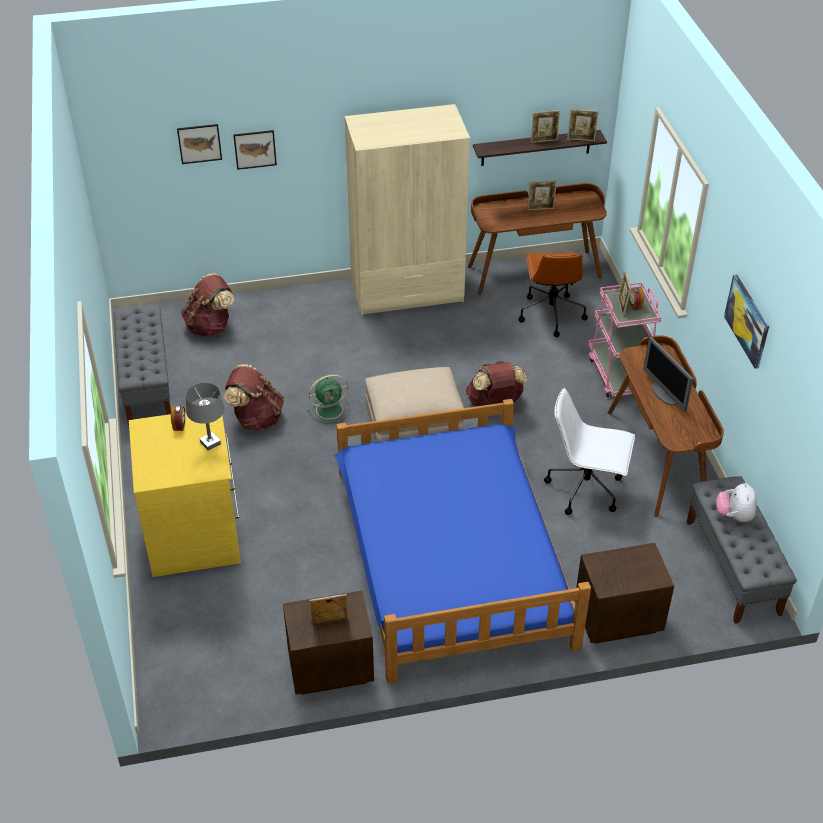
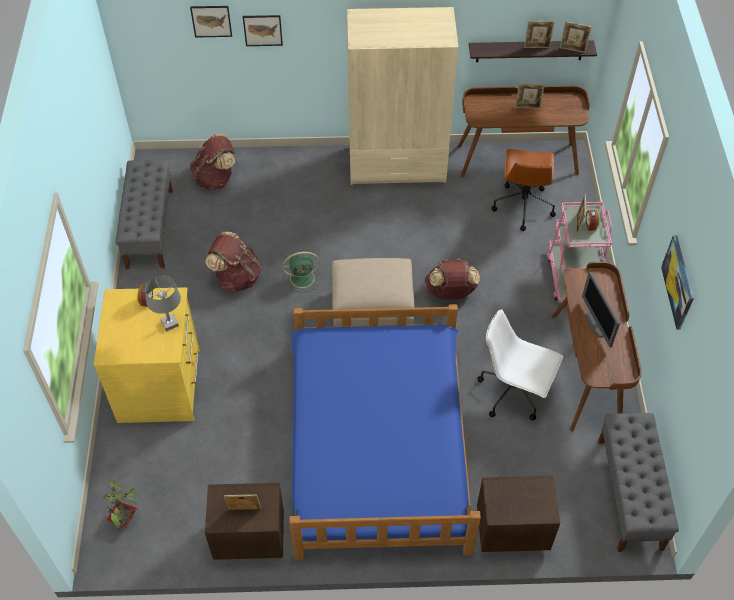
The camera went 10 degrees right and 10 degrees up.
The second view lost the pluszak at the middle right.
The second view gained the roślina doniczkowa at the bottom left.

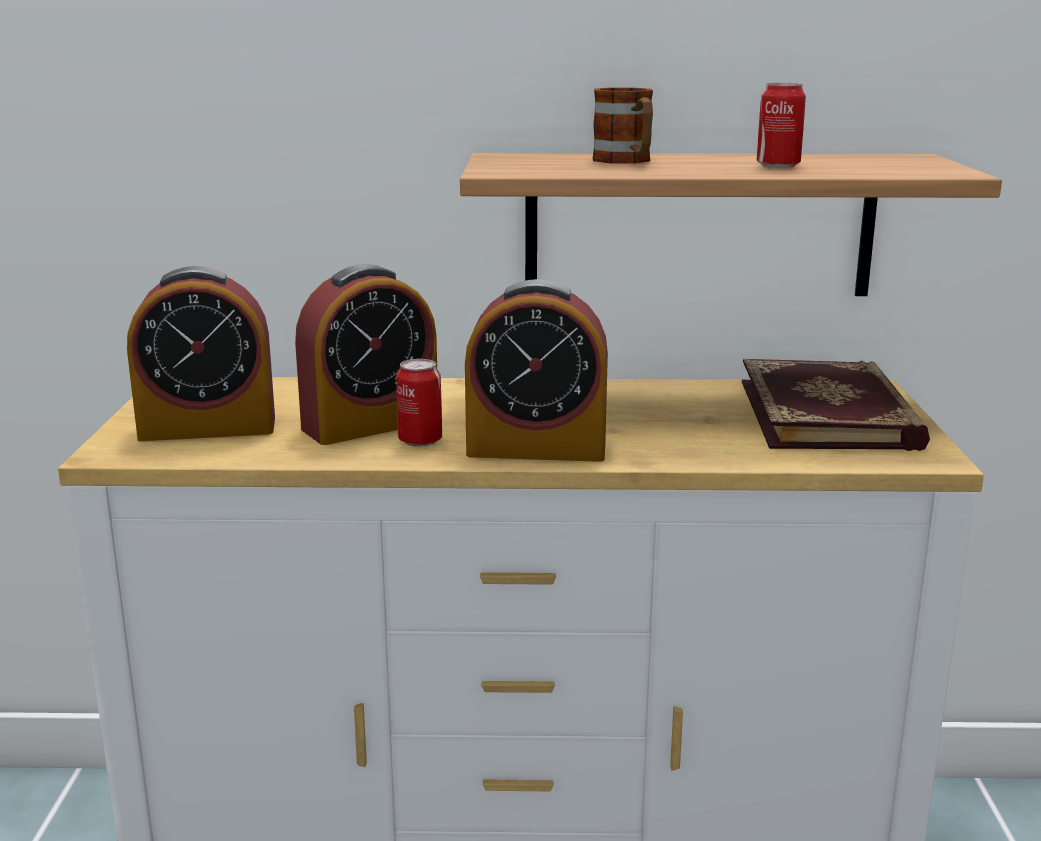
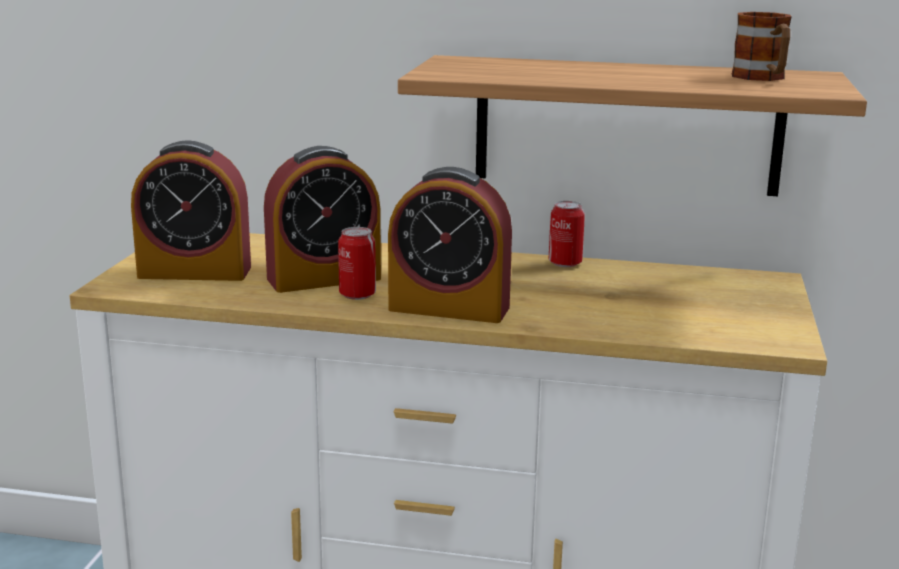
The camera went 10 degrees right and 0 degrees up.
The puszka (no. 2 from left) ended up elsewhere, having gone from the top right to the centre.
The kubek ended up elsewhere, having gone from the top centre to the top right.
The second view lost the książka at the middle right.

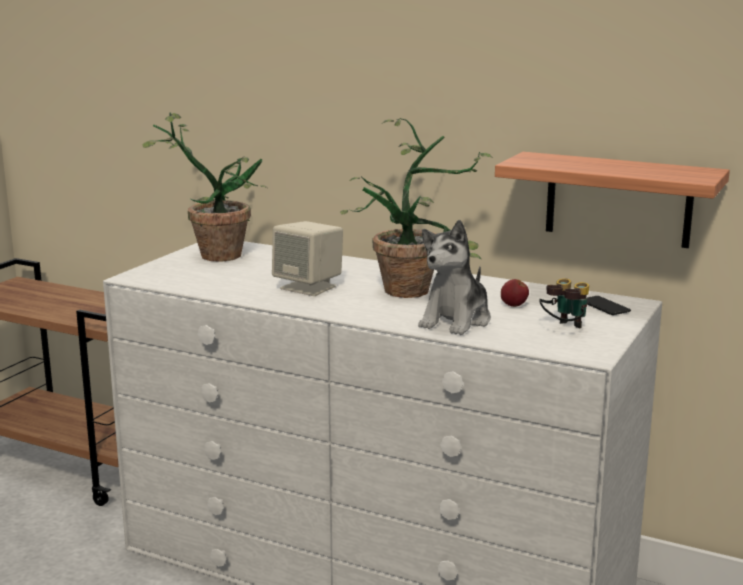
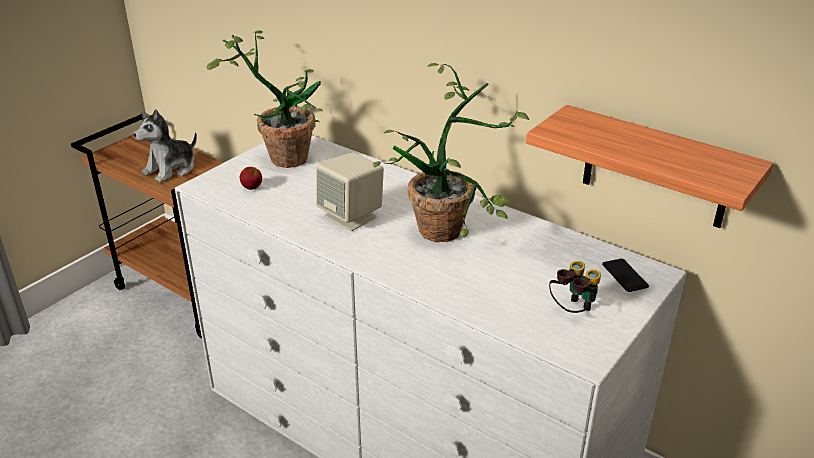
The camera went 10 degrees right and 15 degrees up.
The pluszak ended up elsewhere, having gone from the centre to the top left.
The jabłko ended up elsewhere, having gone from the middle right to the middle left.

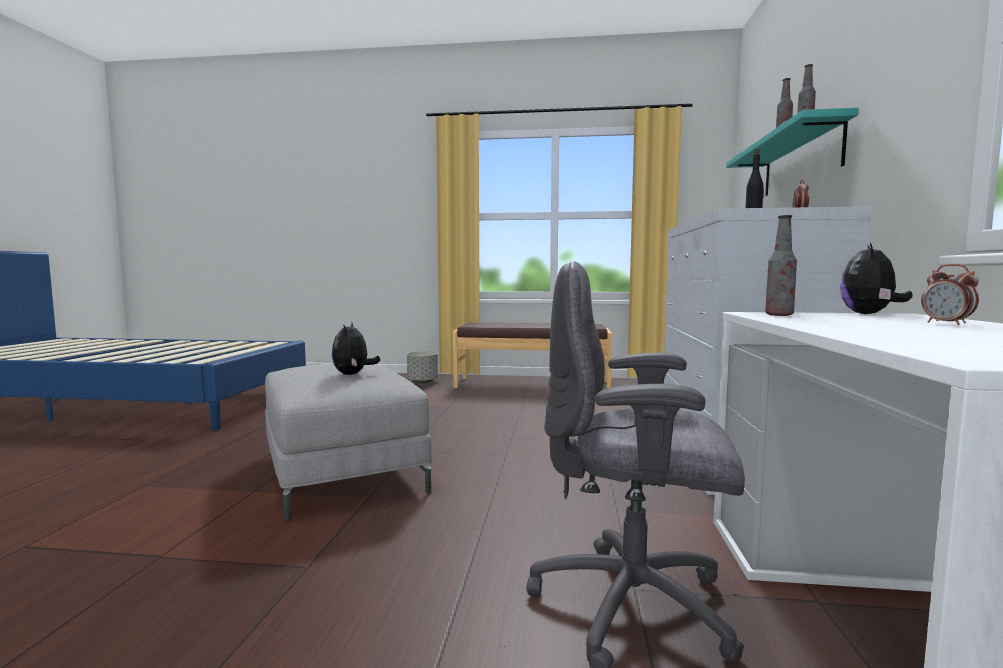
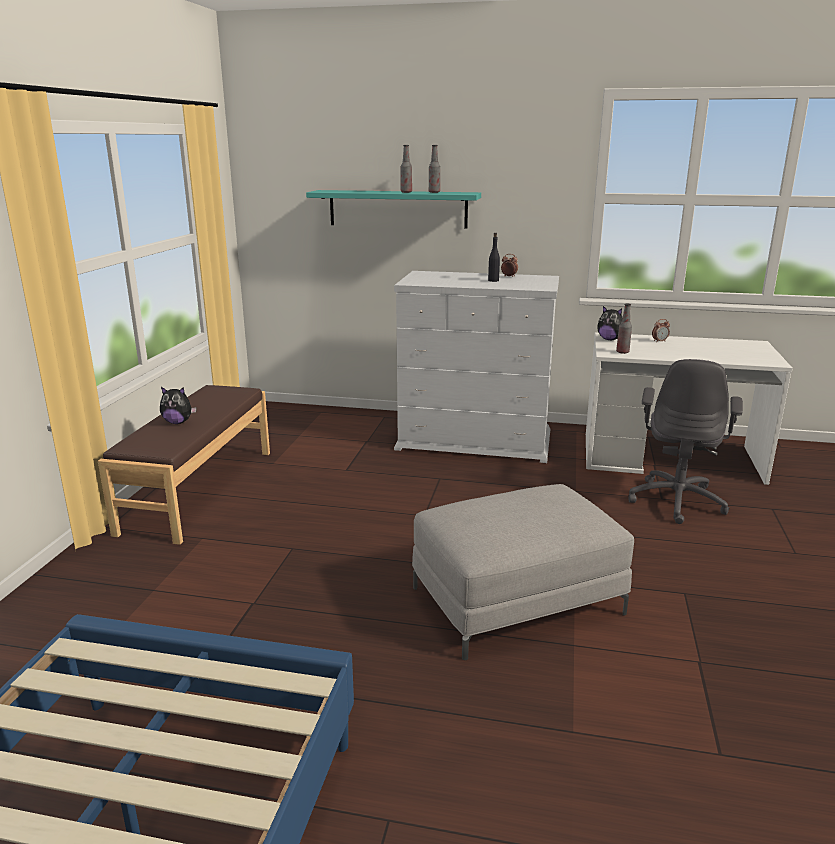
The camera went 85 degrees left and 15 degrees up.
The pluszak (no. 1 from left) ended up elsewhere, having gone from the centre to the middle left.
The second view lost the donica (szary) at the centre.

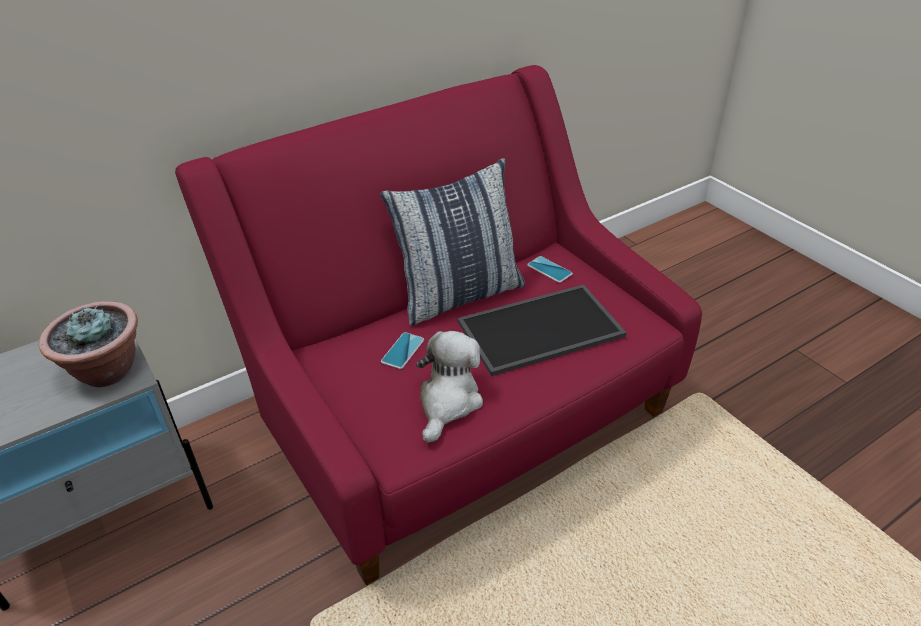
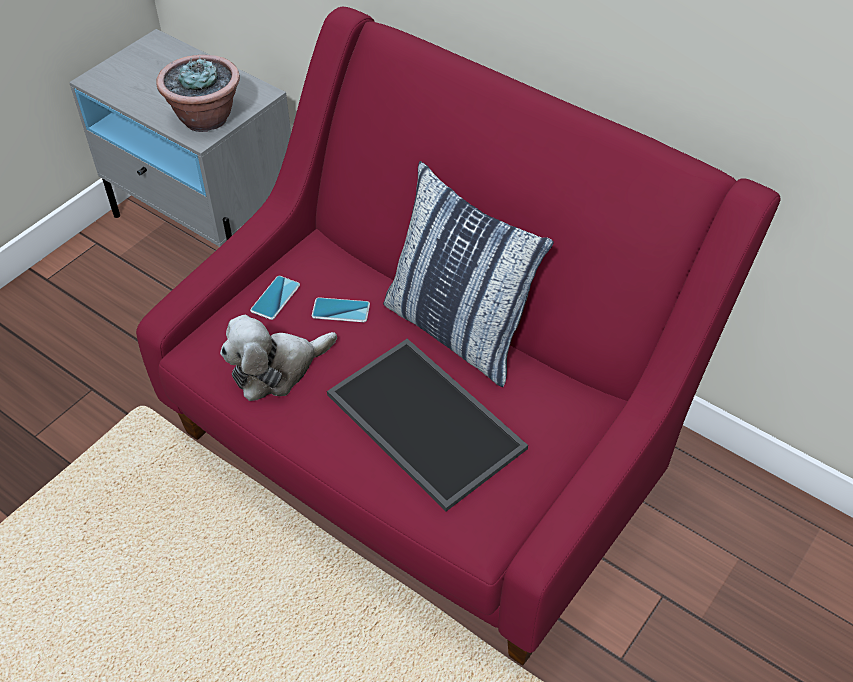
The camera went 70 degrees right and 10 degrees up.
The telefon (no. 2 from left in the first image) ended up elsewhere, having gone from the centre to the middle left.
The pluszak at the centre ended up facing another way, 150 degrees clockwise from before.

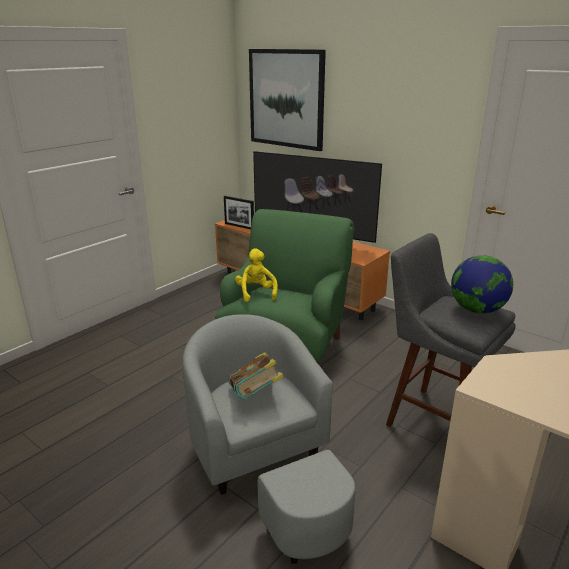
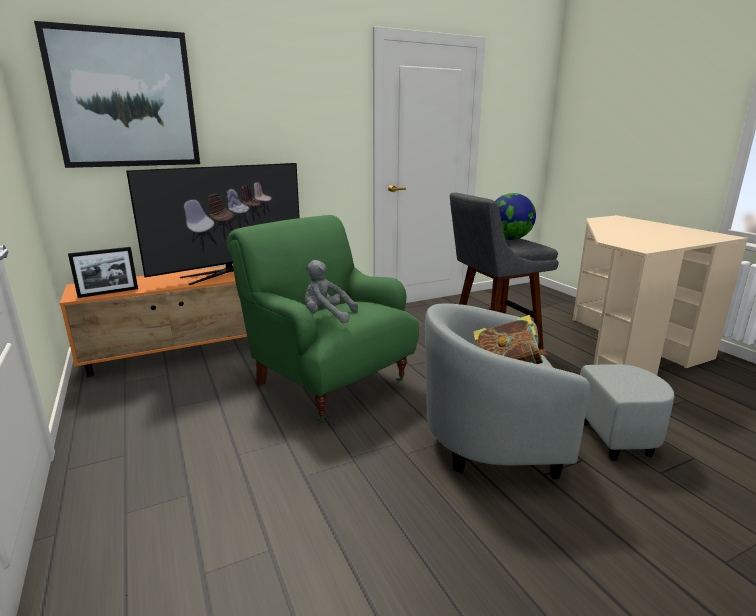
The camera went 65 degrees left and 5 degrees down.
What was the pluszak (żółty) at the centre turned into the pluszak (szary) at the centre.

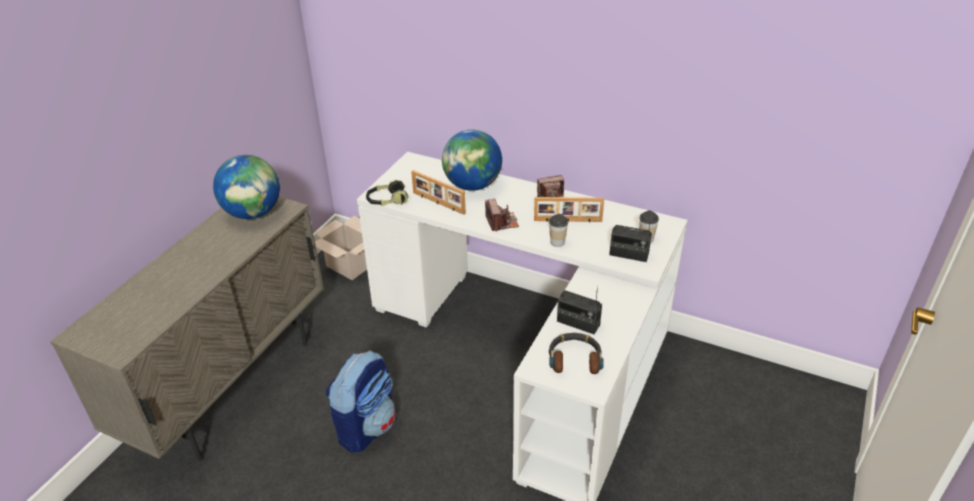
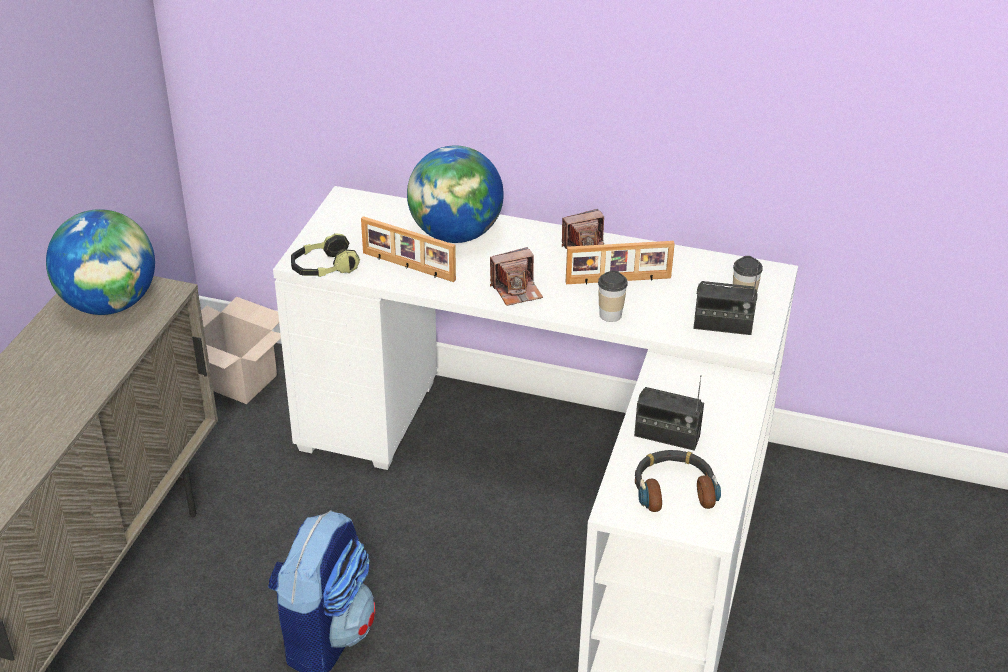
The camera went 10 degrees left and 0 degrees up.
The aparat fotograficzny (no. 1 from left) at the centre ended up facing another way, 90 degrees clockwise from before.

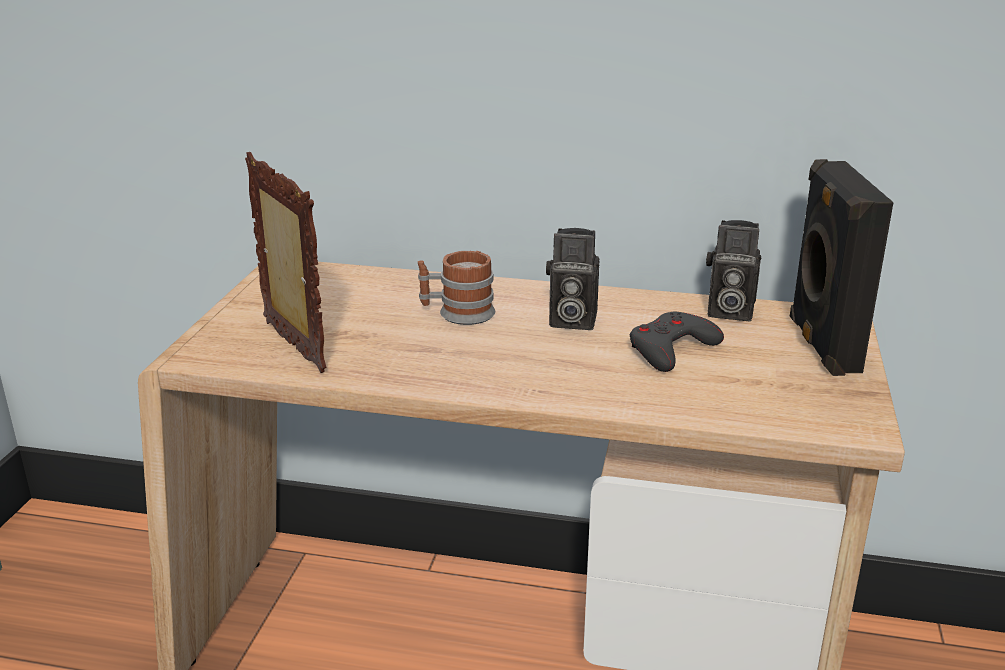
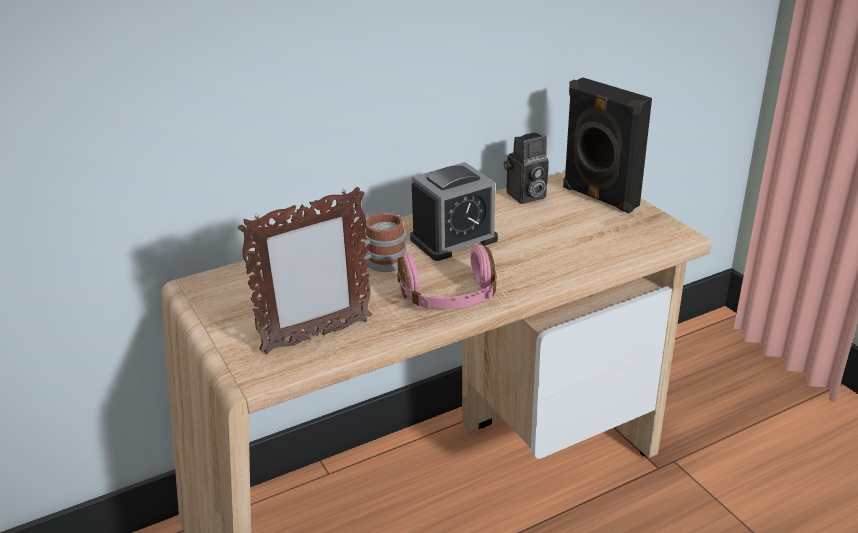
The camera went 40 degrees left and 5 degrees up.
The ramka na zdjęcie at the middle left ended up facing another way, 135 degrees clockwise from before.
Where the aparat fotograficzny (no. 1 from left) stood at the centre, the budzik came to stand at the centre.
The second view lost the pad do gier (szary) at the middle right.
The second view gained the słuchawki (różowy) at the centre.

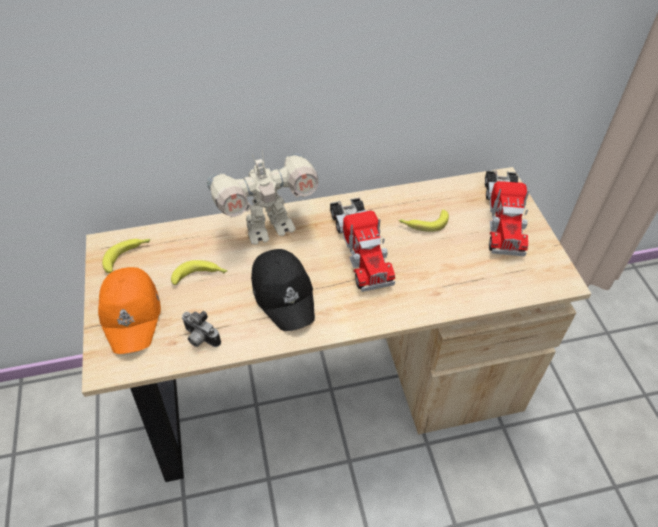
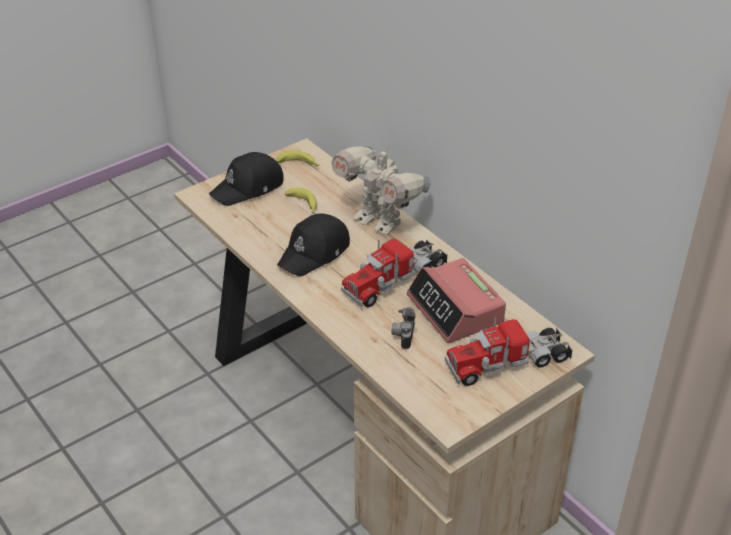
The camera went 65 degrees right and 10 degrees down.
Where the banan (no. 3 from left) stood at the centre, the budzik came to stand at the centre.
What was the czapka z daszkiem (pomarańczowy) at the middle left turned into the czapka z daszkiem (czarny) (no. 1 from left) at the centre.
The aparat fotograficzny ended up elsewhere, having gone from the middle left to the centre.

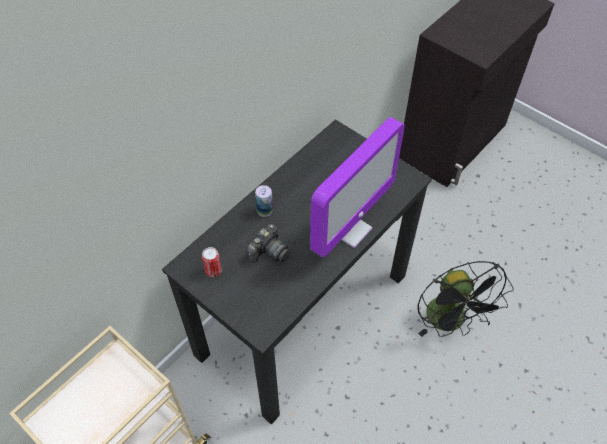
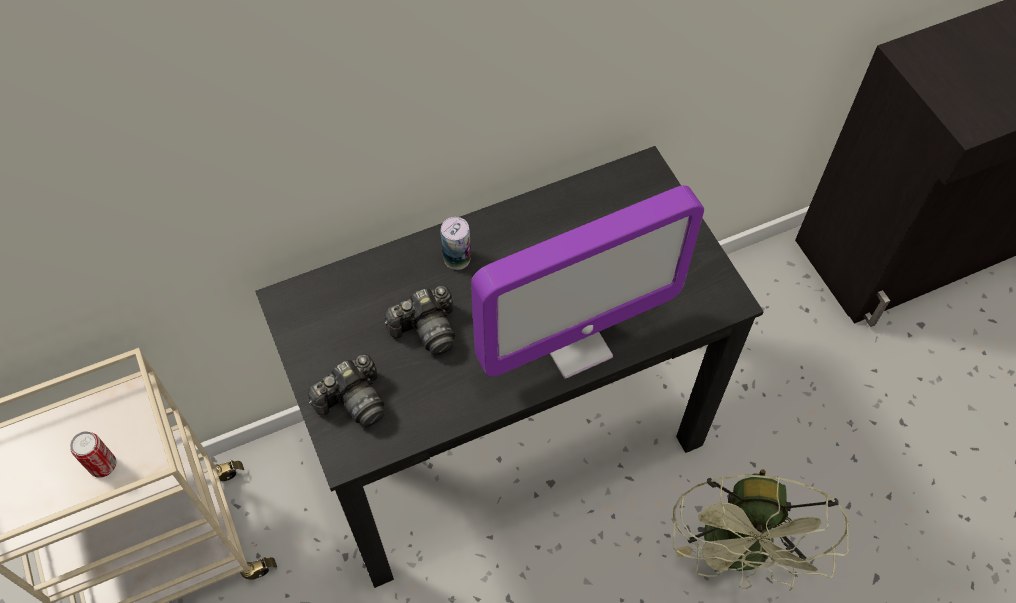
The camera went 25 degrees right and 5 degrees up.
The puszka (no. 1 from left) ended up elsewhere, having gone from the centre to the bottom left.
What was the wentylator (czarny) at the bottom right turned into the wentylator (zielony) at the bottom right.
The second view gained the aparat fotograficzny (no. 1 from left) at the centre.

